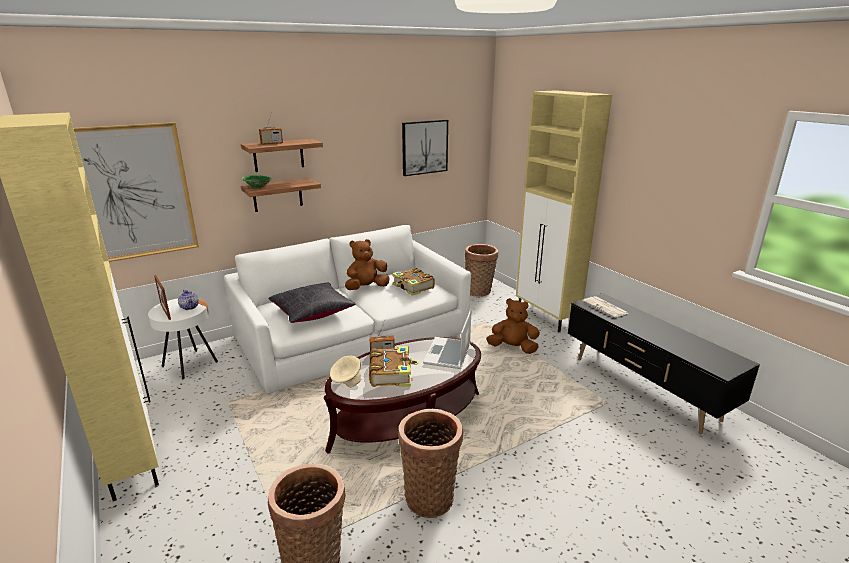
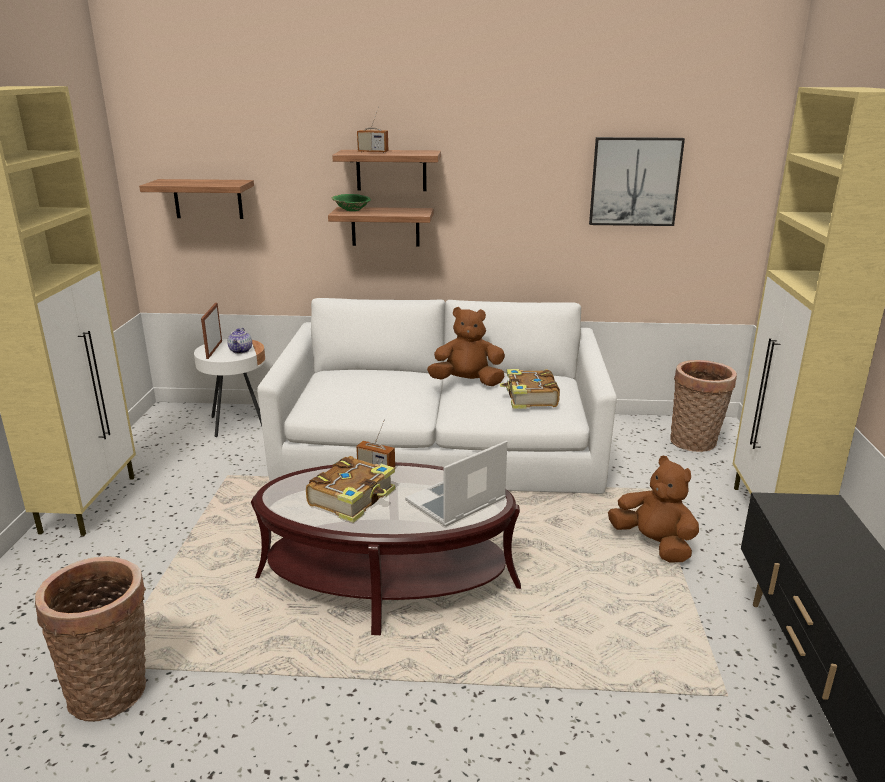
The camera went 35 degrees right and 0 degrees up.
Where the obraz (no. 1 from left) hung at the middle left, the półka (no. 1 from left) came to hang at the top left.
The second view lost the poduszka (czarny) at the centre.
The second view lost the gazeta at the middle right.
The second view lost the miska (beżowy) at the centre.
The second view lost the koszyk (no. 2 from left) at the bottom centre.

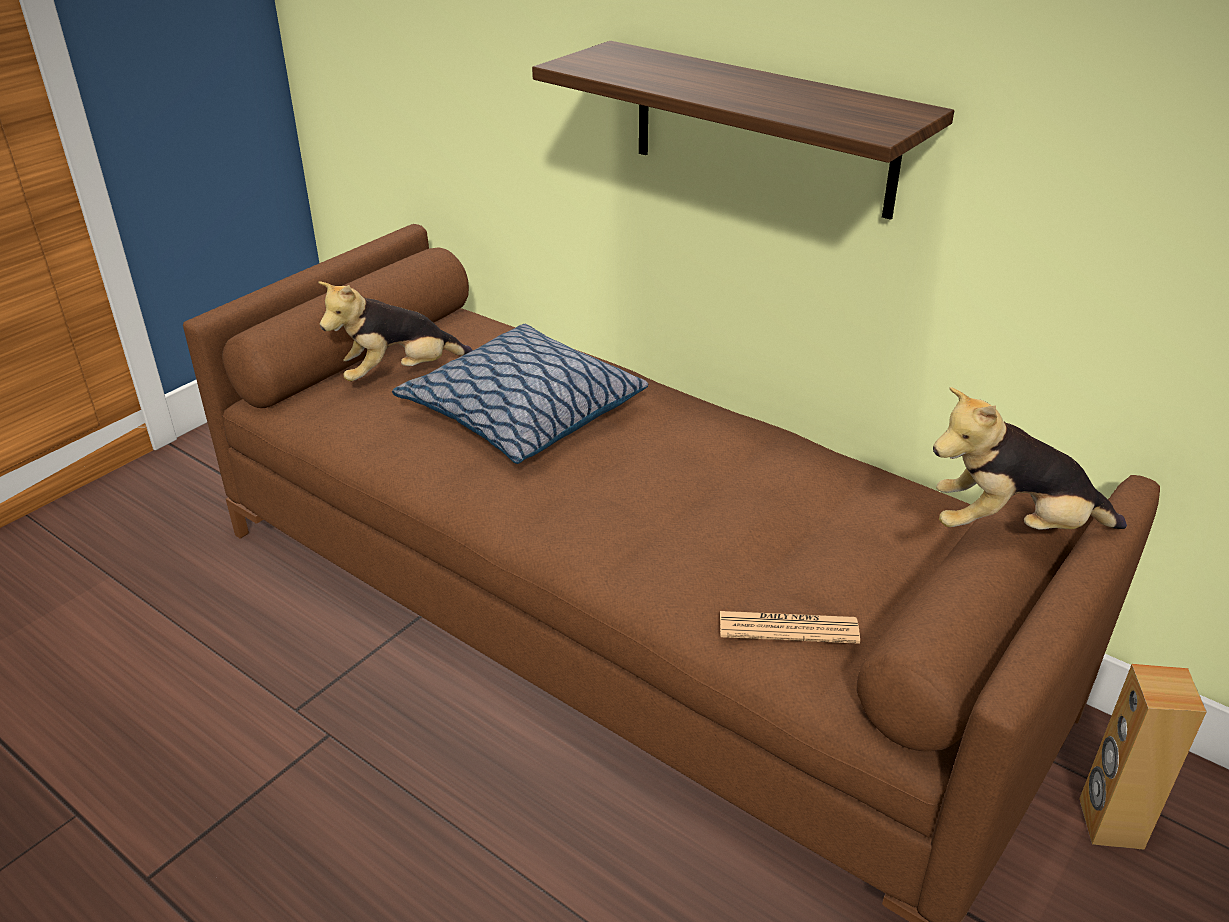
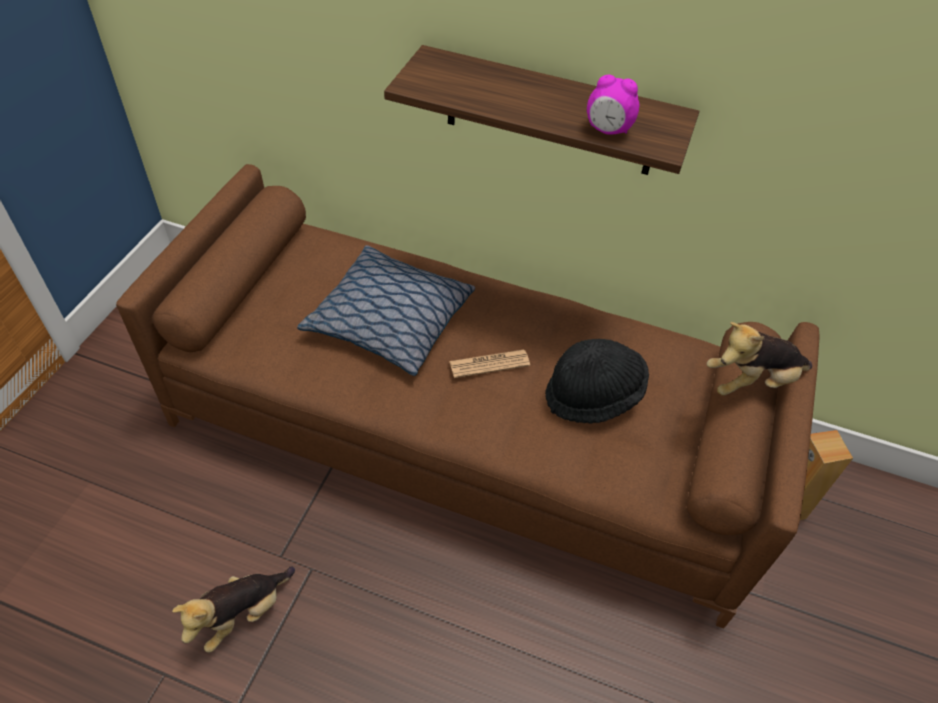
The camera went 20 degrees left and 15 degrees up.
The pluszak (no. 1 from left) ended up elsewhere, having gone from the middle left to the bottom left.
The gazeta ended up elsewhere, having gone from the bottom centre to the centre.
The second view gained the budzik at the top centre.
The second view gained the kapelusz (czarny) at the centre.

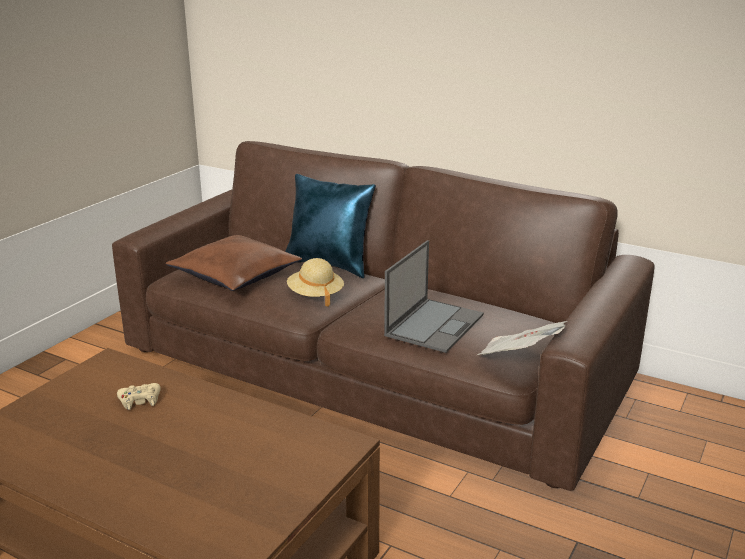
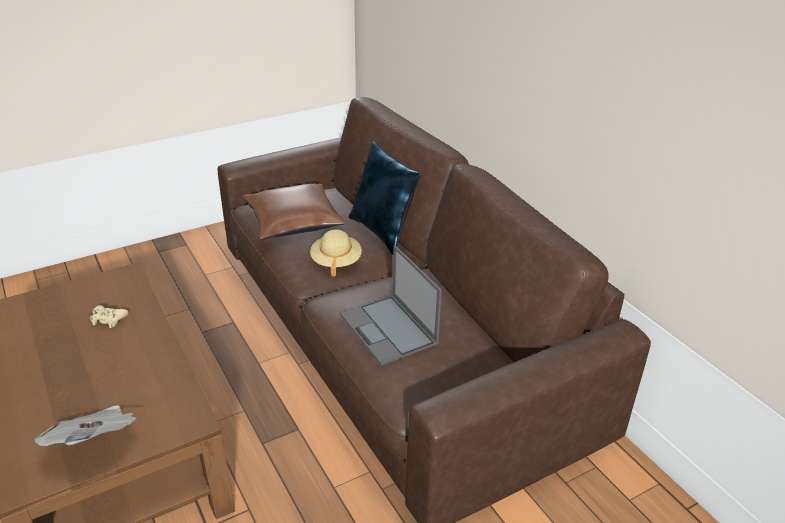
The camera went 30 degrees right and 10 degrees up.
The laptop at the centre ended up facing another way, 90 degrees clockwise from before.
The gazeta ended up elsewhere, having gone from the middle right to the bottom left.

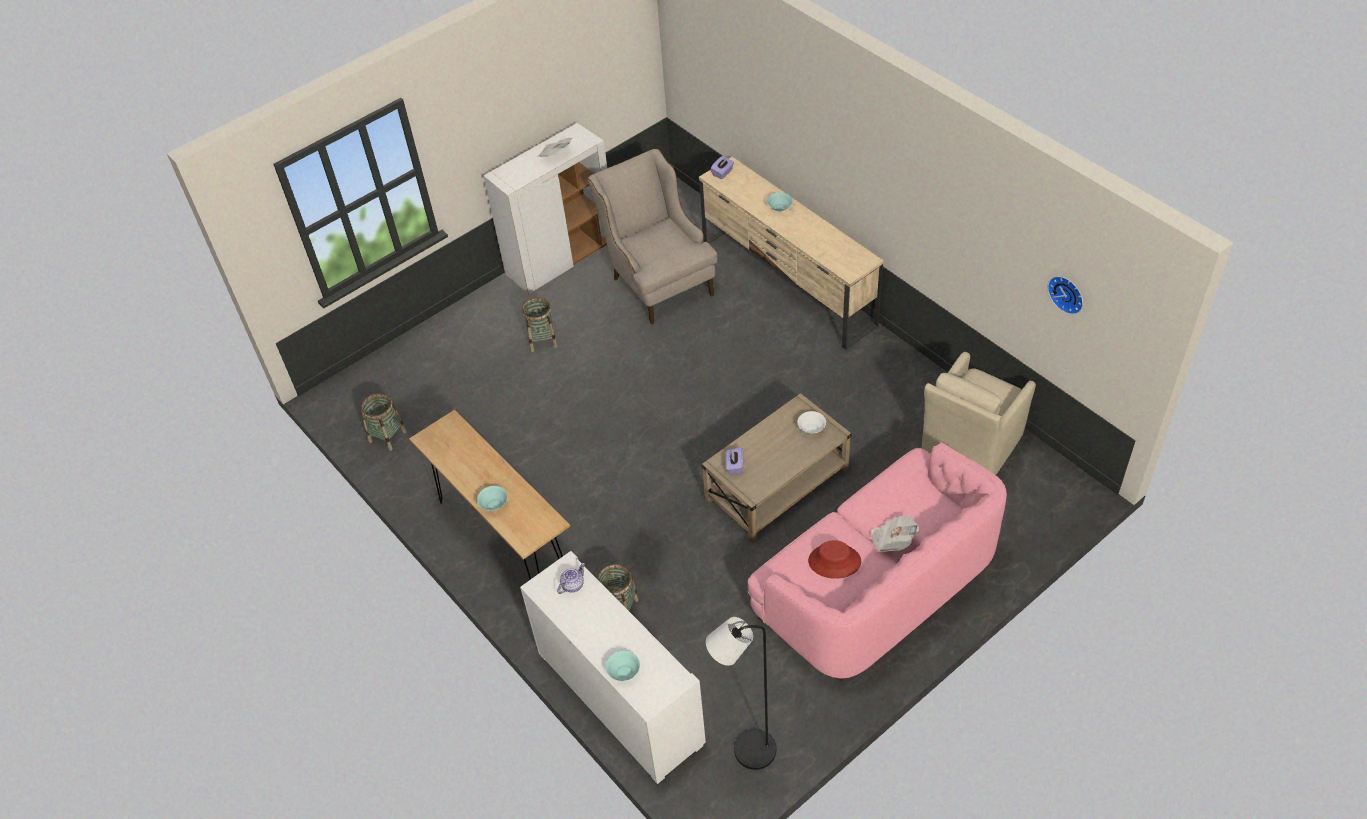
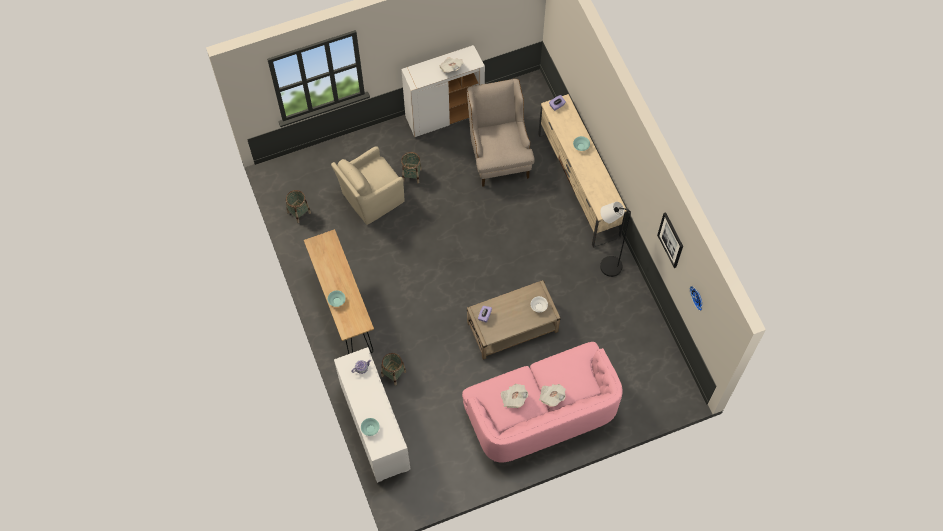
The camera went 15 degrees right and 15 degrees up.
The fotel (beżowy) (no. 2 from left in the first image) ended up elsewhere, having gone from the middle right to the centre.
Where the kapelusz (czerwony) stood at the bottom centre, the gazeta (no. 2 from left) came to stand at the bottom centre.
The lampa stojąca (czarny) ended up elsewhere, having gone from the bottom centre to the centre.
The second view gained the obraz at the middle right.

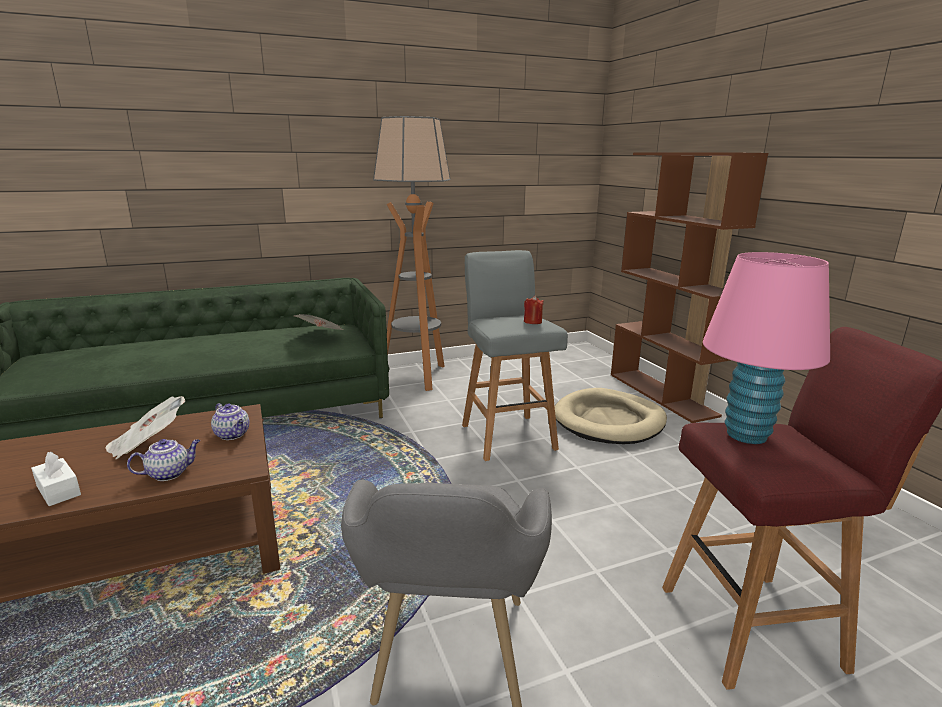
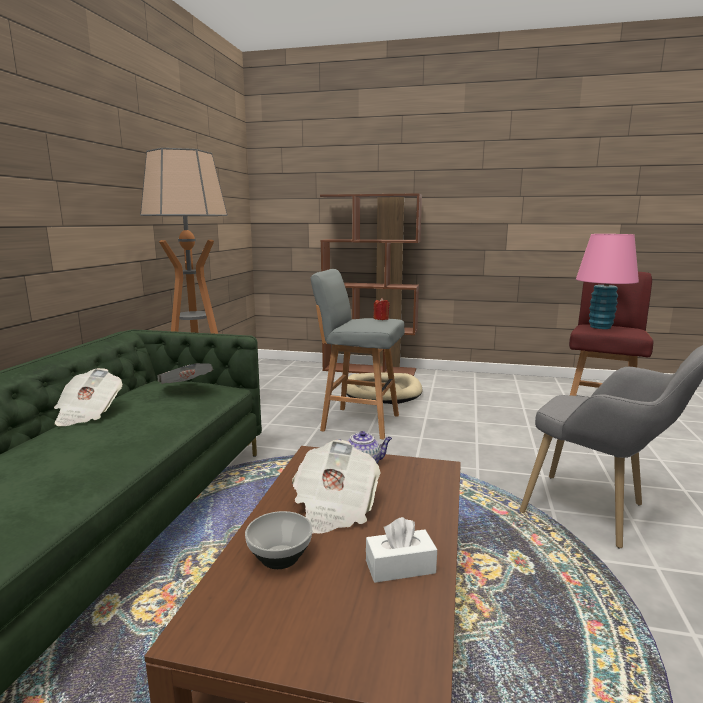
The camera went 55 degrees left and 5 degrees down.
The second view lost the imbryk (no. 1 from left) at the middle left.
The second view gained the gazeta (no. 1 from left) at the middle left.
The second view gained the miska at the bottom centre.

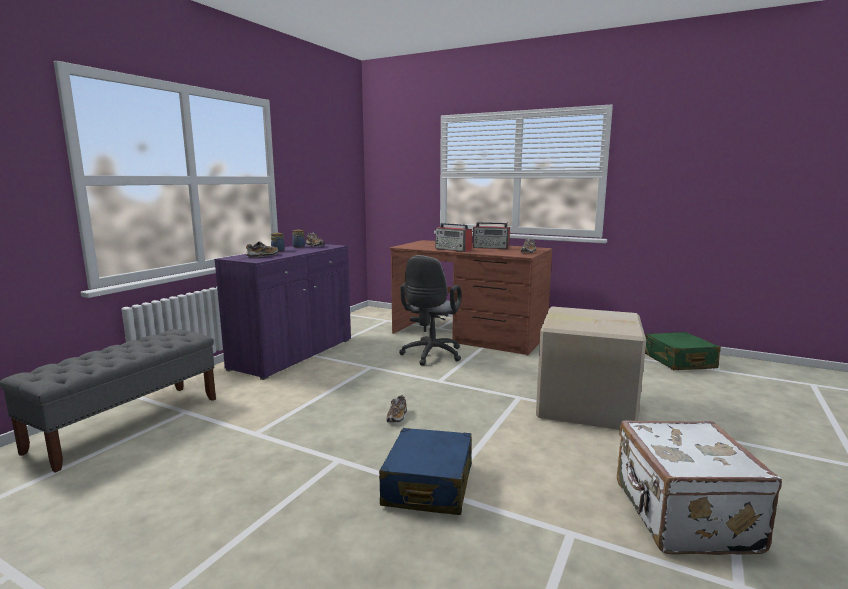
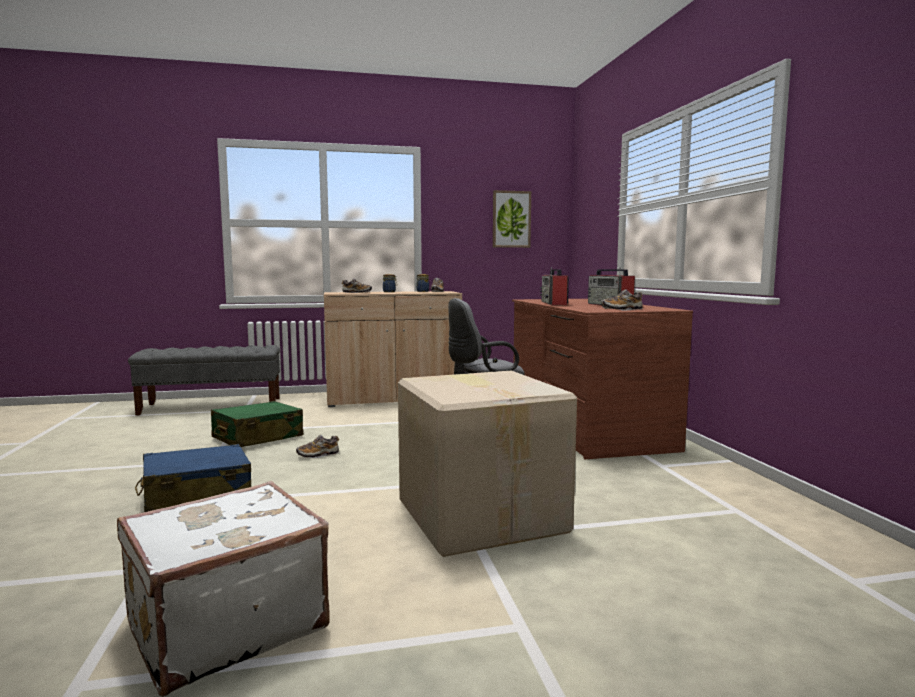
The camera went 50 degrees right and 5 degrees down.
What was the szafka (fioletowy) at the middle left turned into the szafka (beżowy) at the centre.
The walizka (zielony) ended up elsewhere, having gone from the middle right to the middle left.
The second view gained the obraz at the top centre.

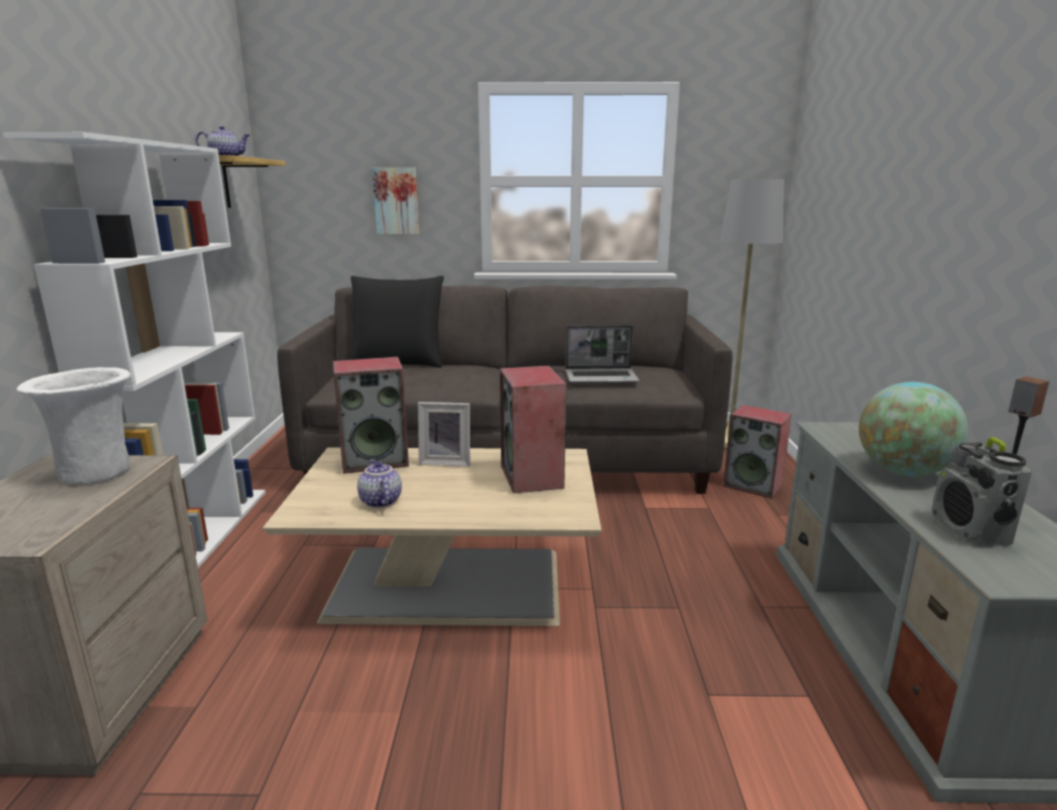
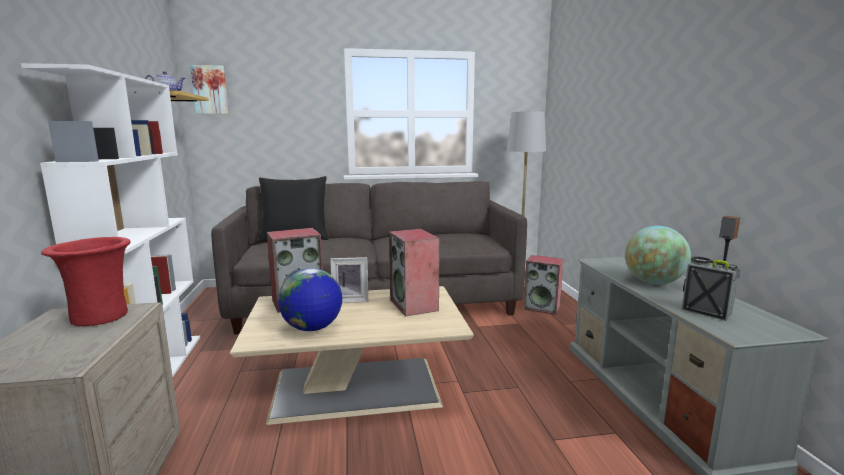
The camera went 10 degrees left and 5 degrees down.
The obraz ended up elsewhere, having gone from the top centre to the top left.
The second view lost the laptop at the centre.
What was the wazon (biały) at the middle left turned into the wazon (czerwony) at the middle left.
The radio at the middle right ended up facing another way, 150 degrees clockwise from before.
Where the imbryk (no. 2 from left) stood at the centre, the globus (no. 1 from left) came to stand at the centre.

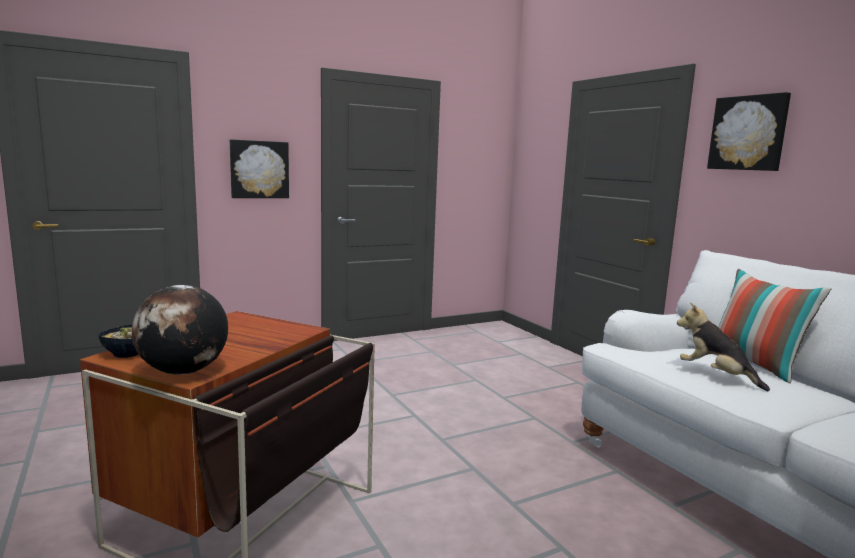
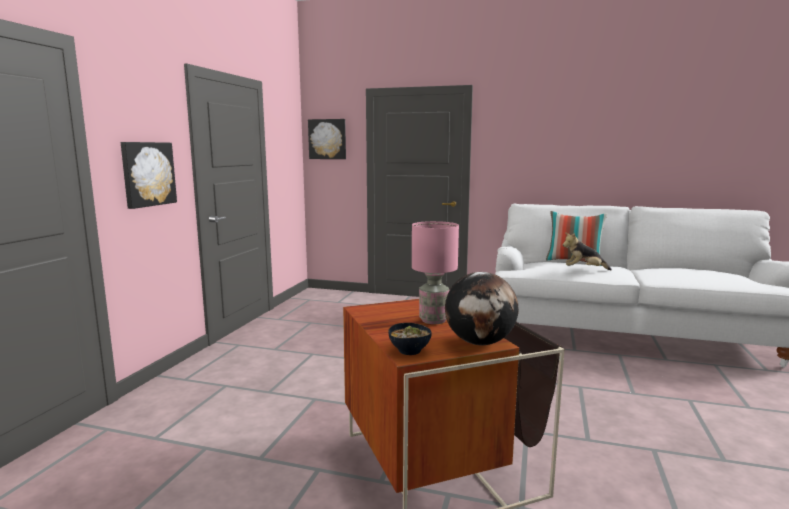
The camera went 45 degrees left and 0 degrees up.
The obraz (no. 2 from left) ended up elsewhere, having gone from the top right to the top centre.
The second view gained the lampa stołowa (różowy) at the centre.

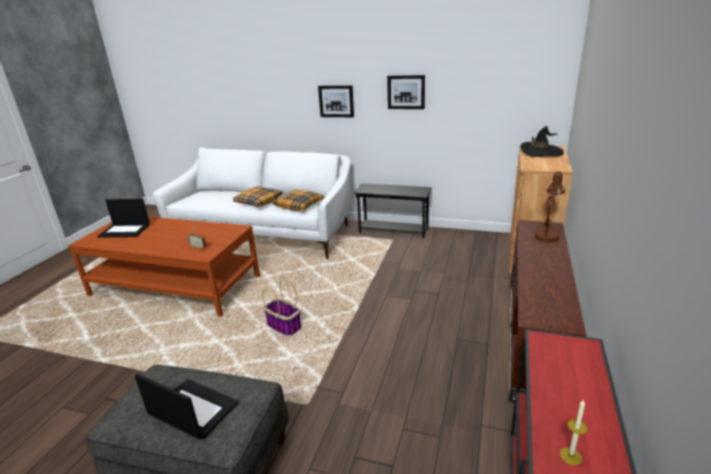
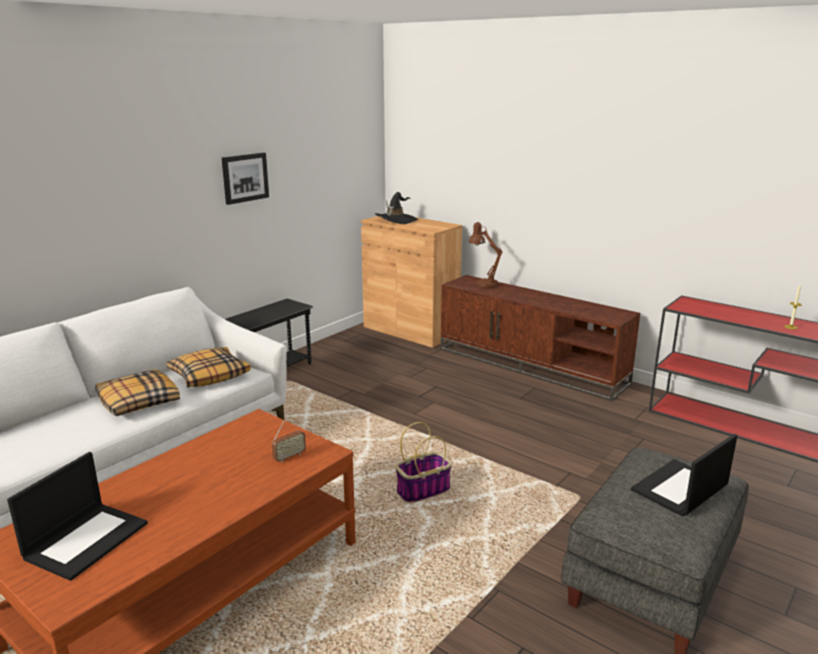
The camera went 70 degrees left and 5 degrees down.
The second view lost the obraz (no. 1 from left) at the top centre.

